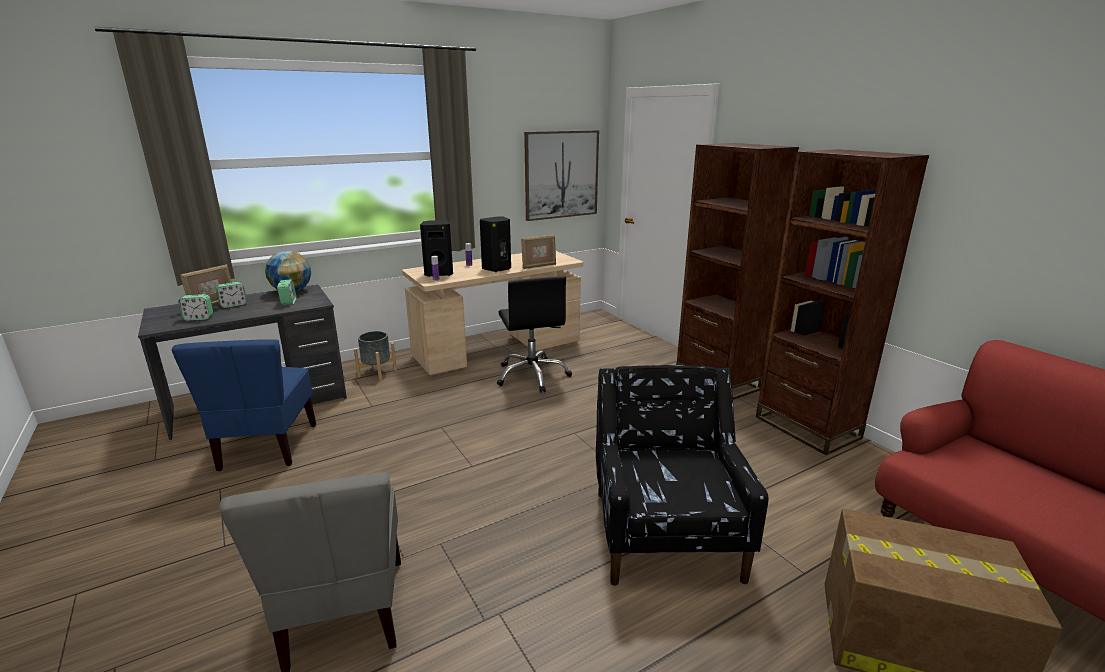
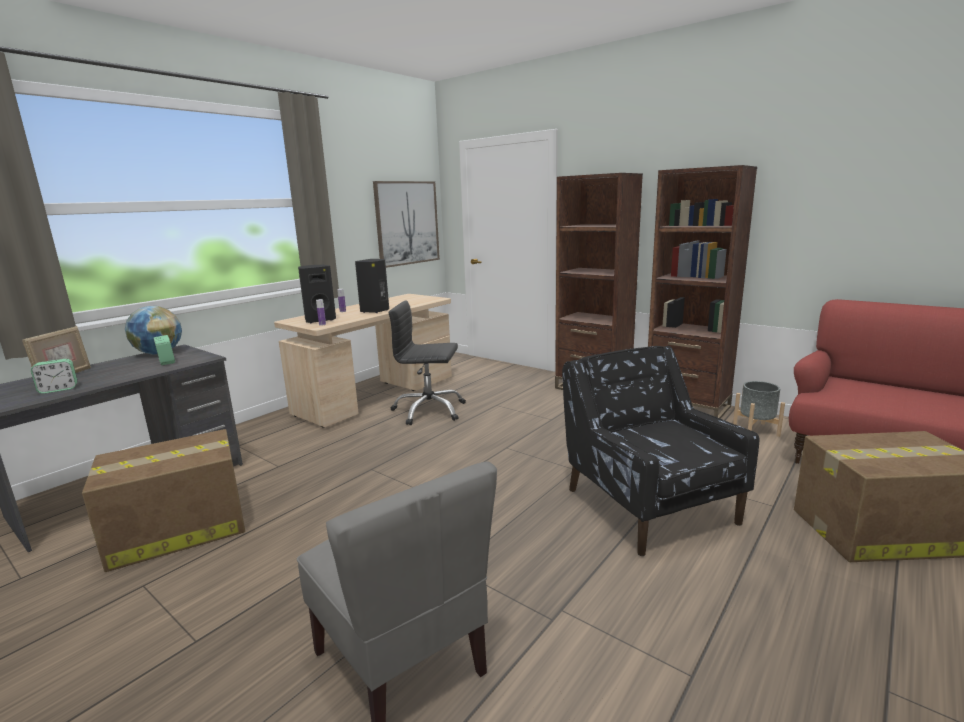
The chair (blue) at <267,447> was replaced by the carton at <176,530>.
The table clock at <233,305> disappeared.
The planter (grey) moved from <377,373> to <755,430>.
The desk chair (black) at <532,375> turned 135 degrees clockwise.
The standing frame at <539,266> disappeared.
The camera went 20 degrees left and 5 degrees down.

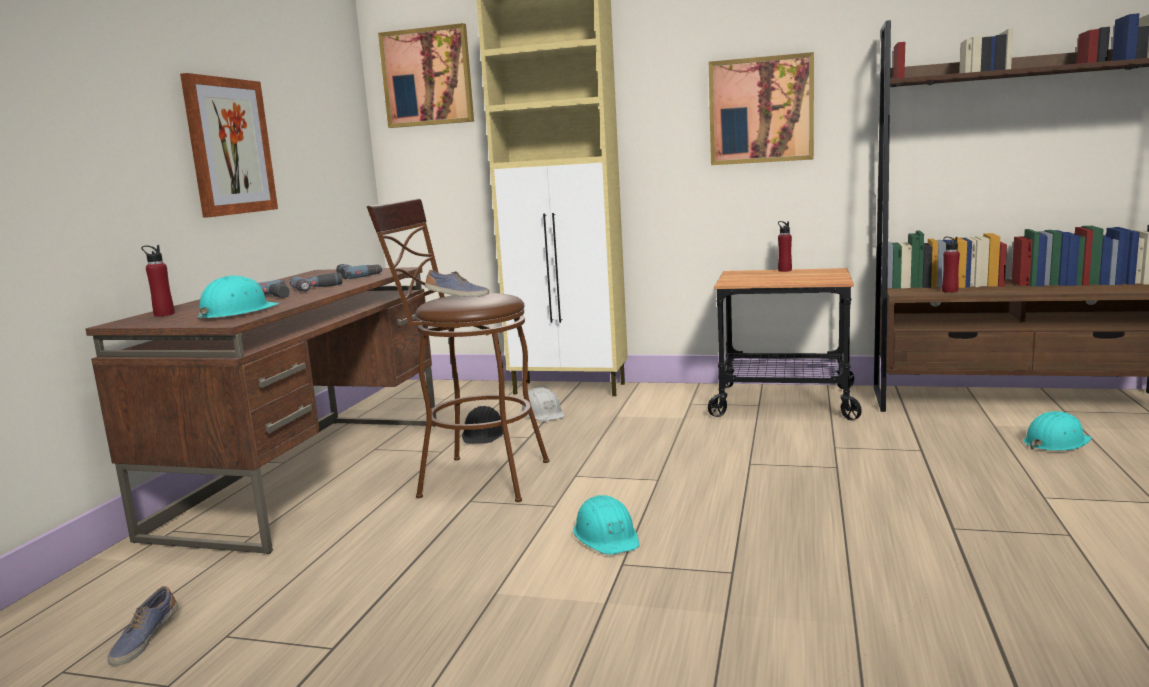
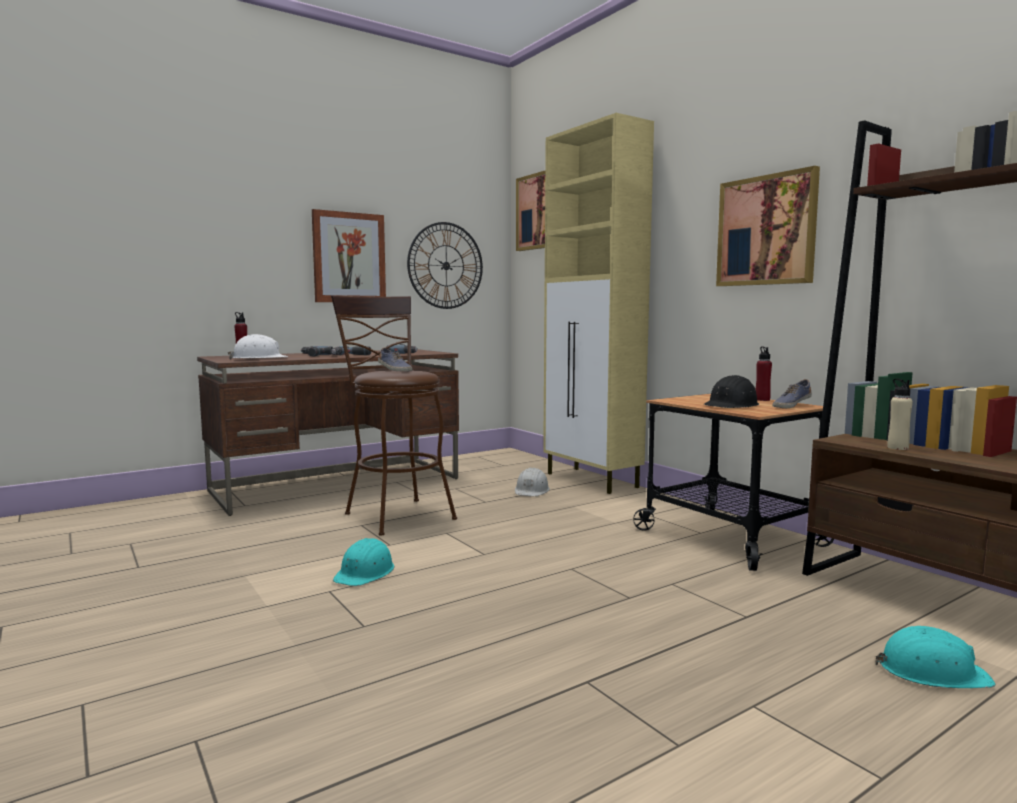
The low shoe moved from <144,640> to <791,405>.
The work helmet (turquoise-coloured) at <237,312> became the work helmet (white) at <259,358>.
The work helmet (black) moved from <483,434> to <732,405>.
The drink bottle (reddish) at <949,291> became the drink bottle (beige-coloured) at <897,448>.
The hanging clock at <446,265> appeared.
The camera went 40 degrees right and 5 degrees down.

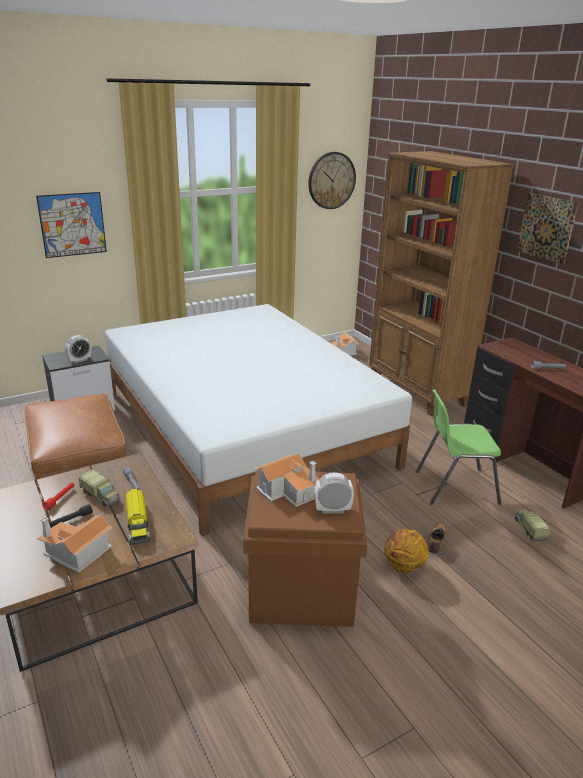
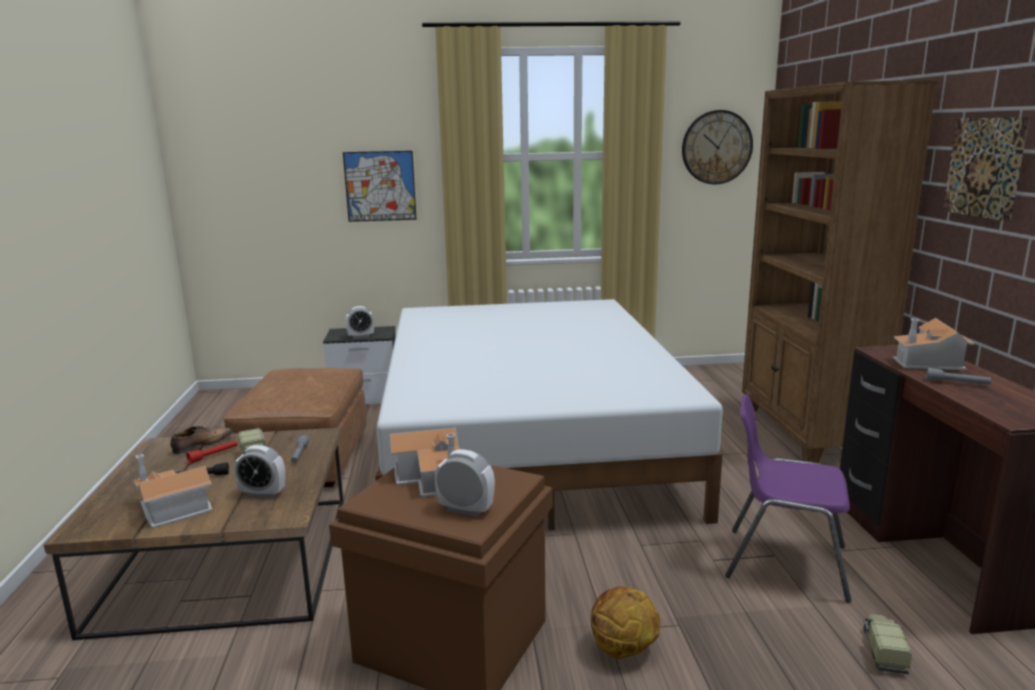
The toy lorry at <137,523> was replaced by the table clock at <263,493>.
The miniature house moved from <344,352> to <929,362>.
The chair (greenish) at <454,486> became the chair (purple-coloured) at <783,562>.
The low shoe moved from <436,540> to <201,445>.
The camera went 25 degrees right and 10 degrees down.

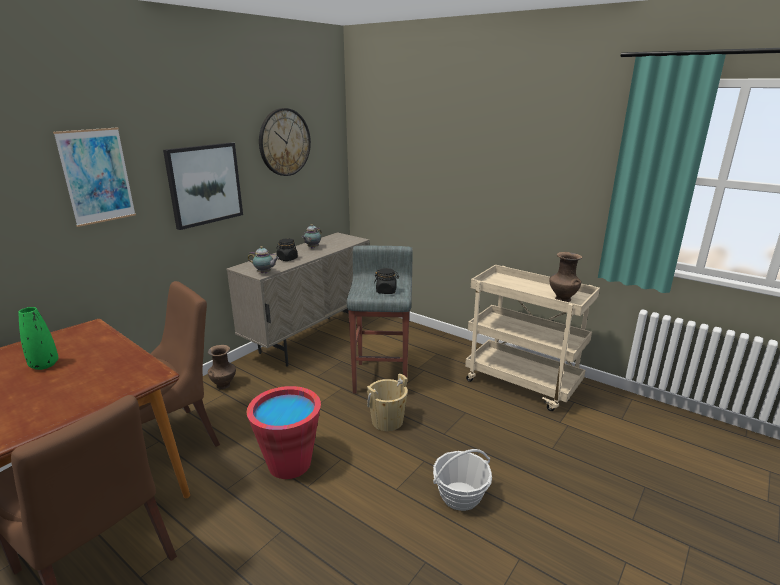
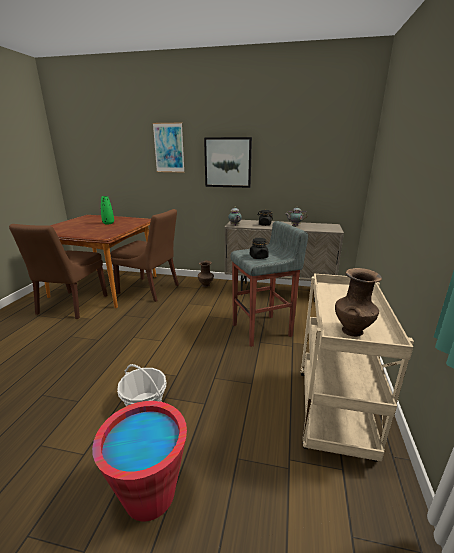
The water bucket (reddish) moved from <289,464> to <149,494>.
The hanging clock at <284,142> disappeared.
The water bucket (beige-coloured) at <387,421> disappeared.
The camera went 65 degrees right and 0 degrees up.

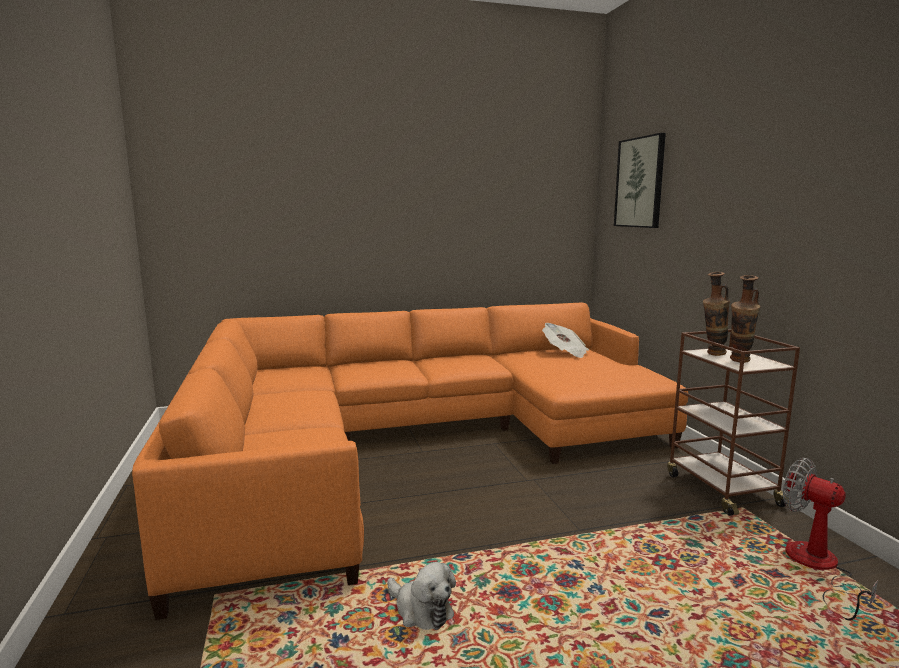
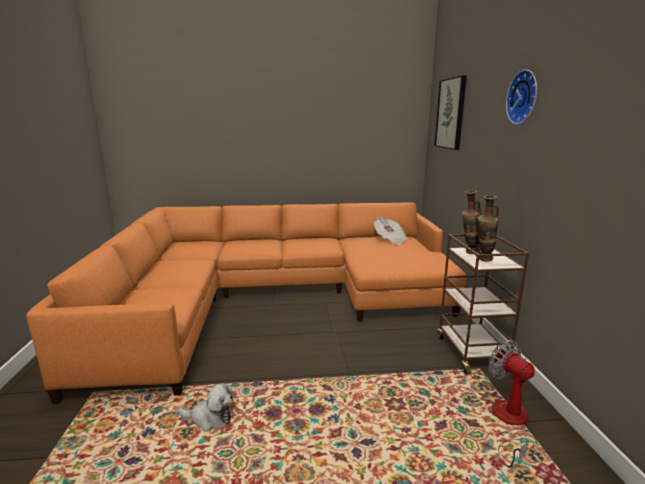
The cuddly toy at <421,611> turned 45 degrees counterclockwise.
The hanging clock at <524,97> appeared.
The camera went 10 degrees right and 5 degrees up.

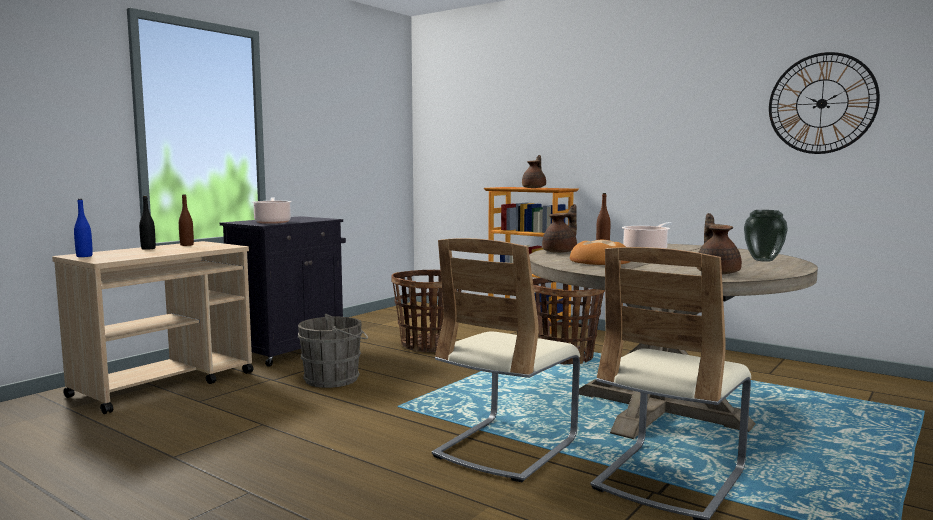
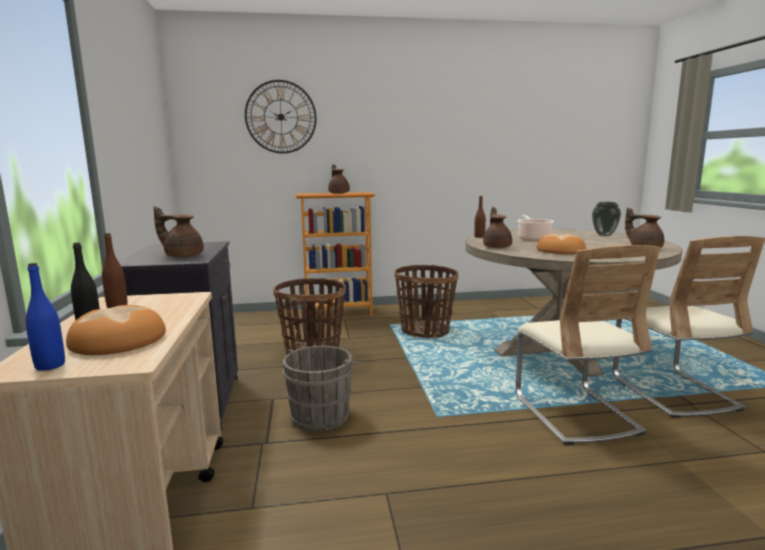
The stockpot at <272,222> was replaced by the pot for tea (brownish) at <183,256>.
The hanging clock moved from <821,103> to <281,117>.
The baked bread at <118,340> appeared.
The camera went 45 degrees left and 5 degrees up.

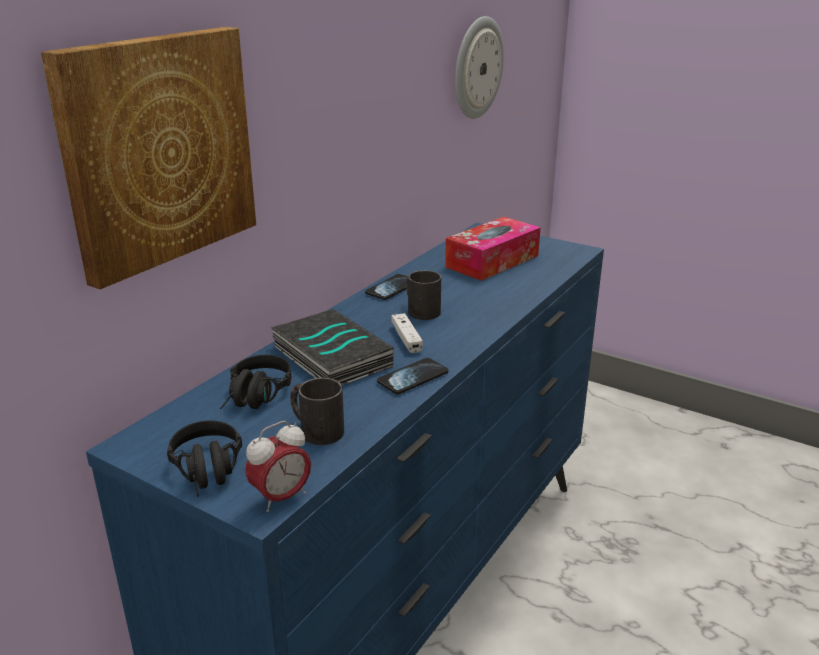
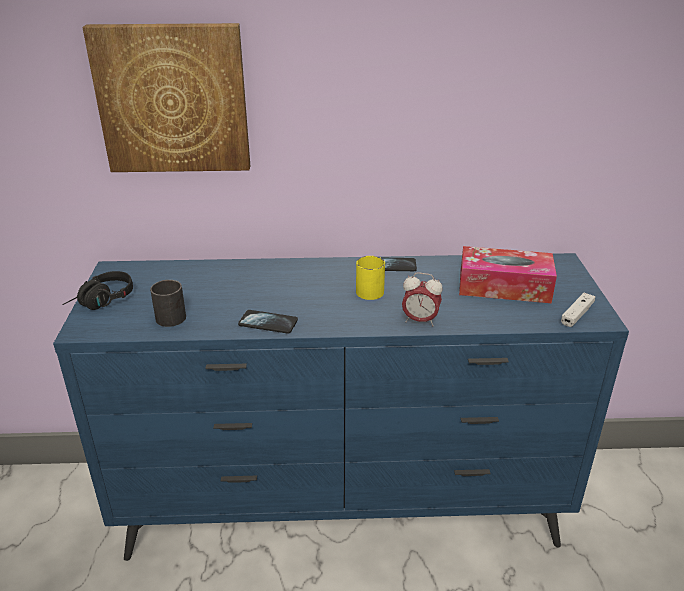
The headset (black) at <255,398> disappeared.
The table clock moved from <281,498> to <420,321>.
The book at <329,356> disappeared.
The game controller (white) moved from <406,339> to <577,314>.
The tea mug (black) at <420,310> became the tea mug (yellow) at <372,289>.
The hanging clock at <476,68> disappeared.
The camera went 55 degrees right and 5 degrees up.

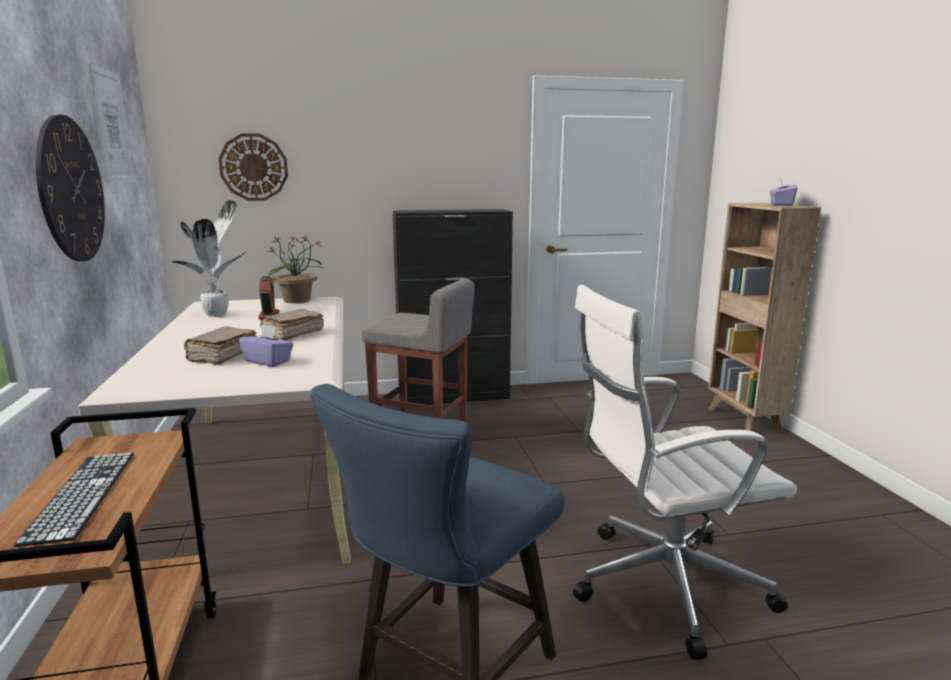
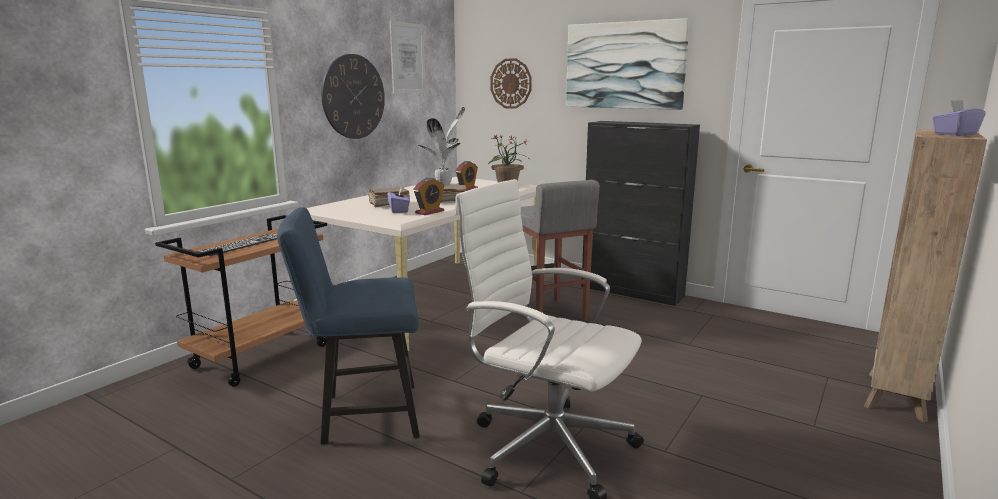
The table clock at <429,212> appeared.
The picture at <624,65> appeared.
The camera went 45 degrees right and 0 degrees up.

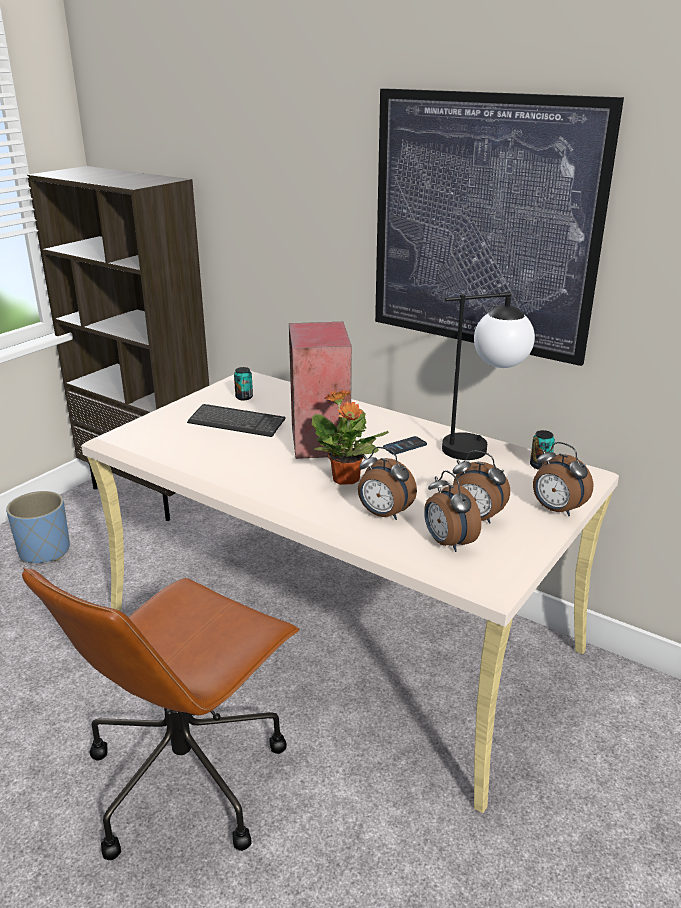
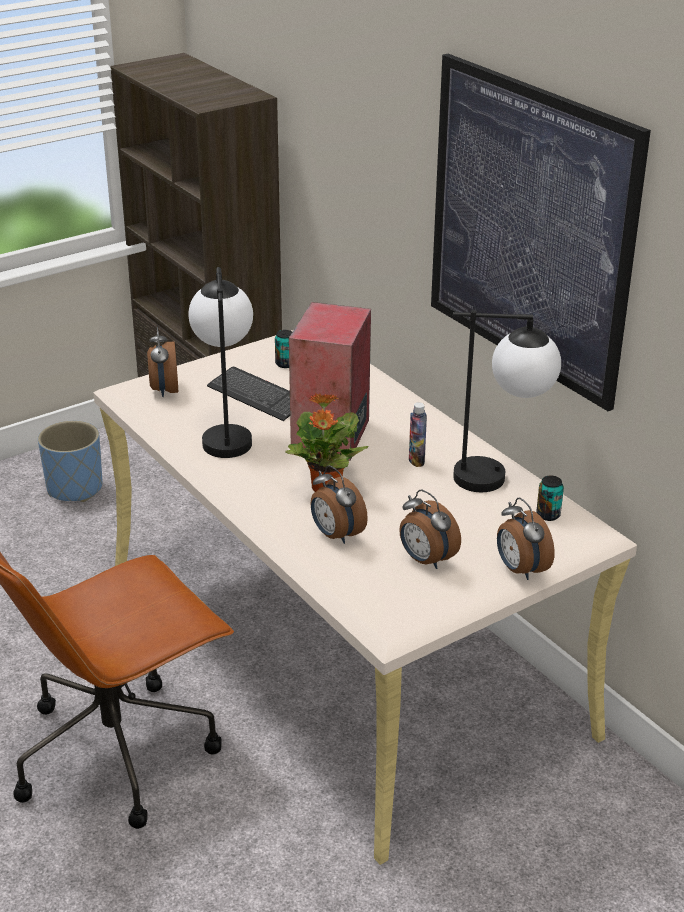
The phone at <404,446> was replaced by the drink bottle at <416,460>.
The table clock moved from <447,543> to <164,390>.
The table lamp at <226,433> appeared.
The camera went 20 degrees right and 5 degrees up.

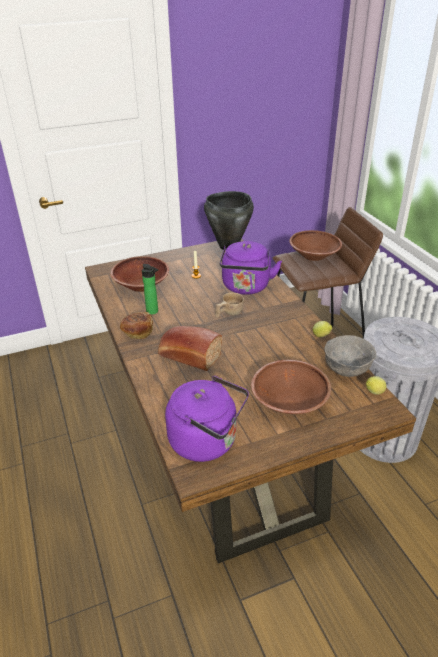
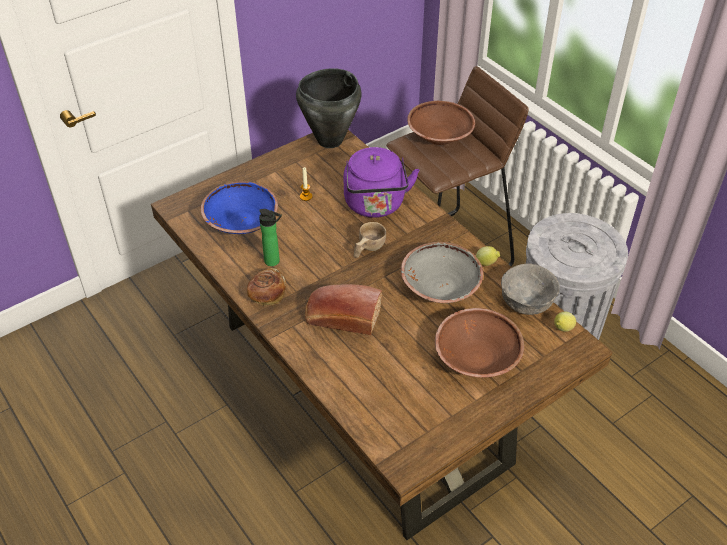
The serving bowl (brownish) at <141,285> became the serving bowl (blue) at <241,223>.
The water kettle (purple-coloured) at <207,441> disappeared.
The serving bowl (grey) at <440,288> appeared.
The camera went 15 degrees left and 10 degrees up.

